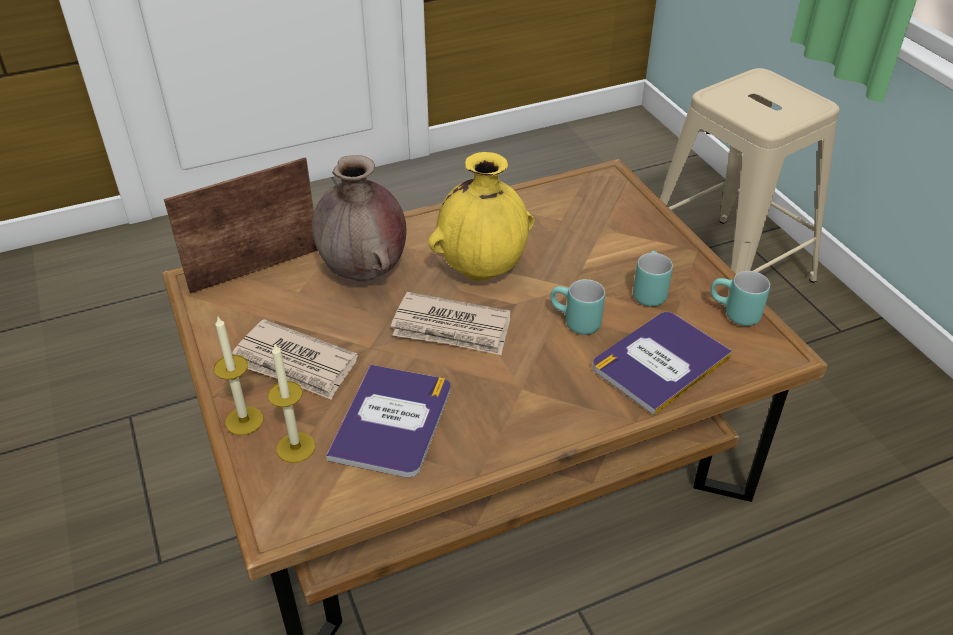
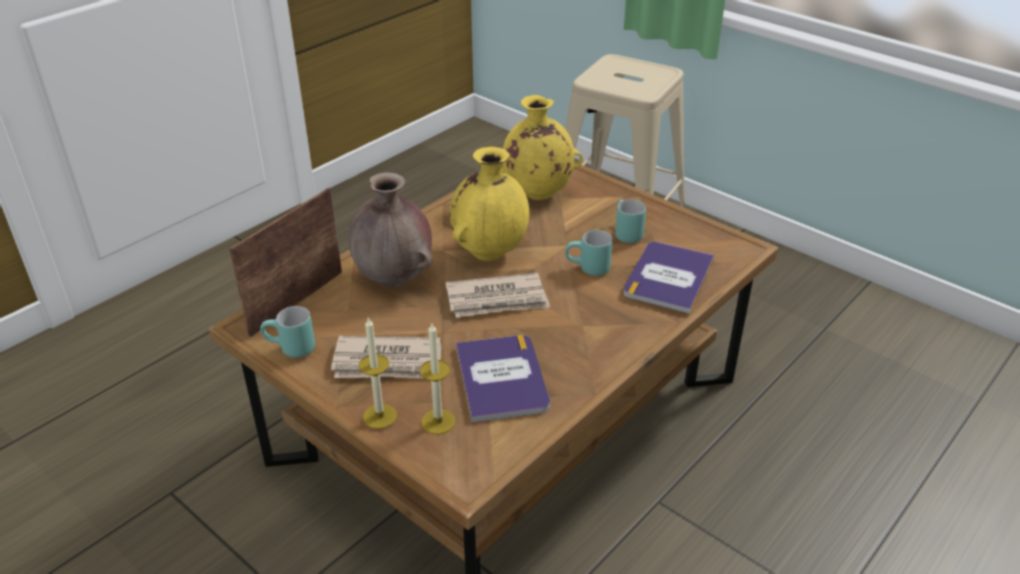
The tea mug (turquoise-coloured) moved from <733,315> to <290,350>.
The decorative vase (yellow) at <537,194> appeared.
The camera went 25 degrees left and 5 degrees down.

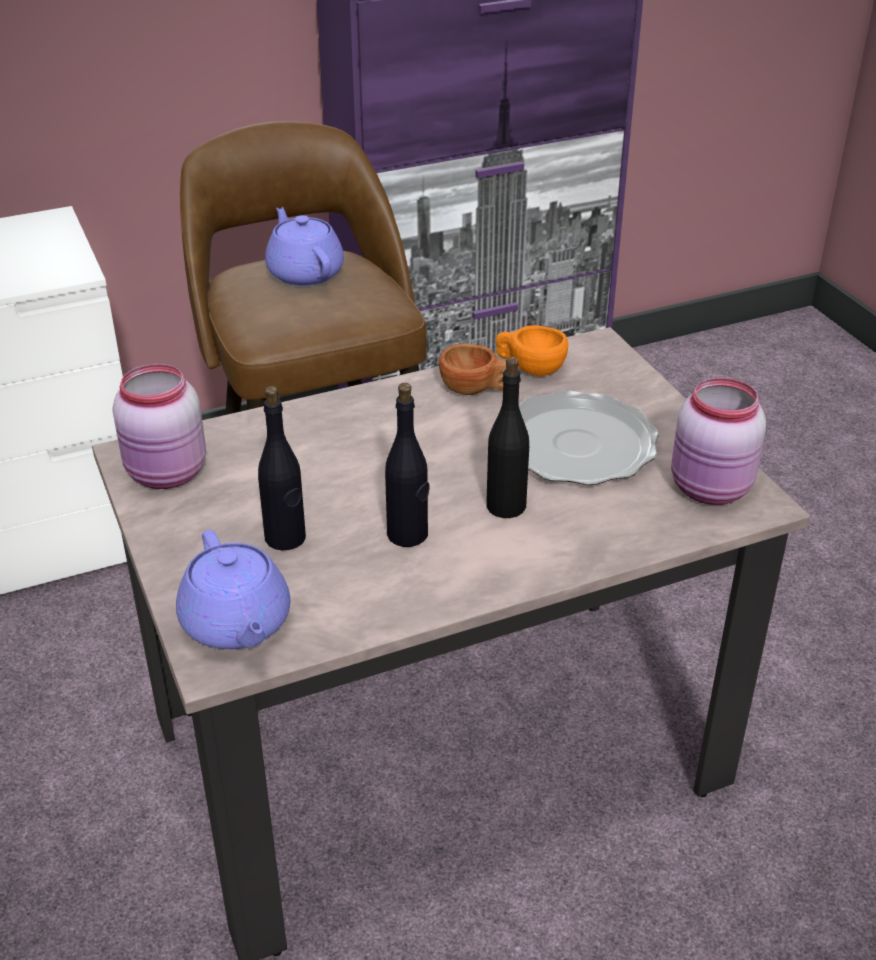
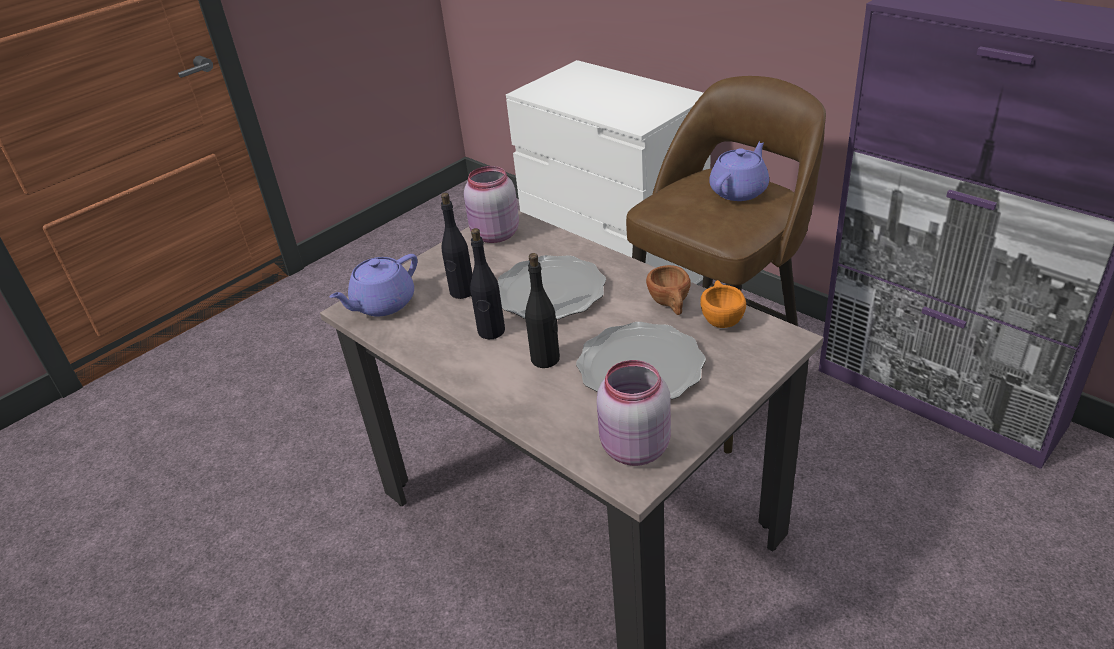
The dinner plate at <549,292> appeared.
The camera went 70 degrees right and 0 degrees up.

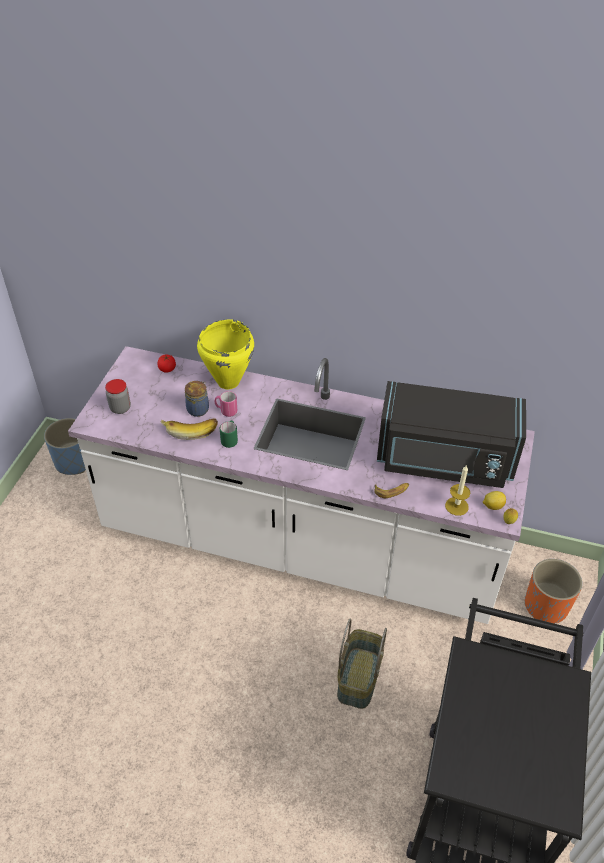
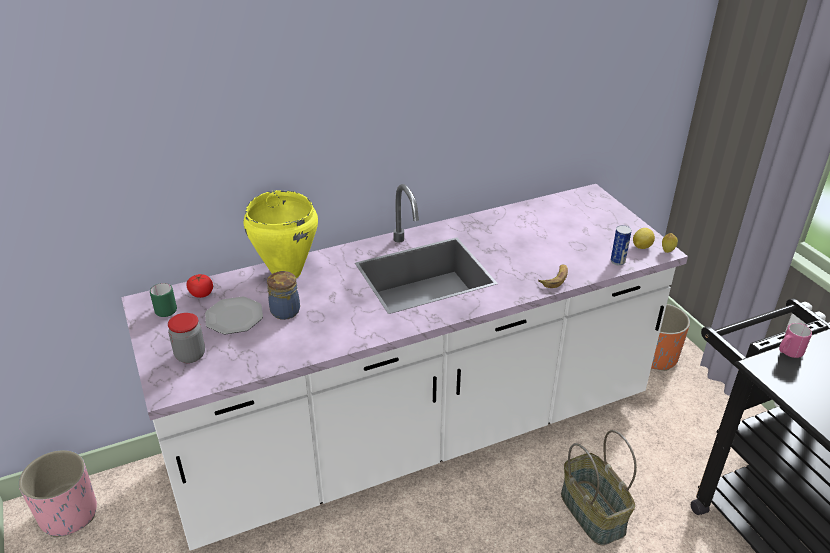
The planter (blue) at <73,461> became the planter (pinkish) at <68,514>.
The banana fruit at <191,430> disappeared.
The tea mug (pinkish) moved from <226,411> to <788,352>.
The tea mug (greenish) moved from <230,440> to <165,309>.
The microwave oven (black) at <444,460> disappeared.
The candle at <456,506> was replaced by the metal can at <617,261>.
The dinner plate at <233,317> appeared.
The camera went 40 degrees left and 10 degrees down.

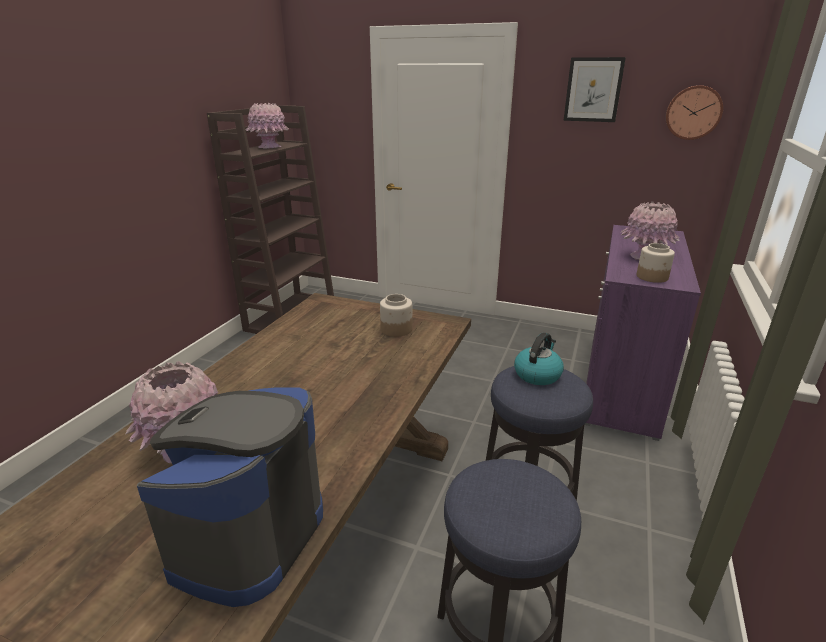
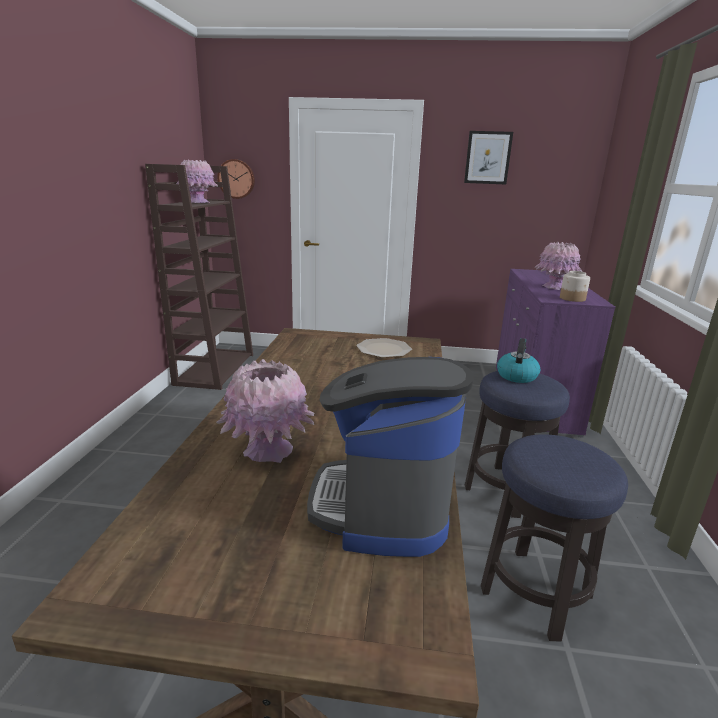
The storage jar at <396,329> was replaced by the dinner plate at <383,349>.
The hanging clock moved from <693,112> to <236,179>.
The camera went 15 degrees left and 5 degrees down.

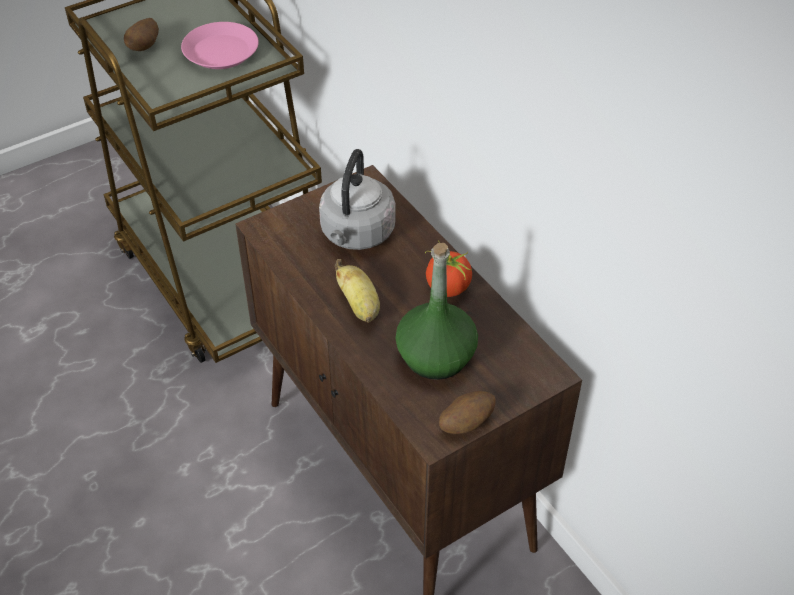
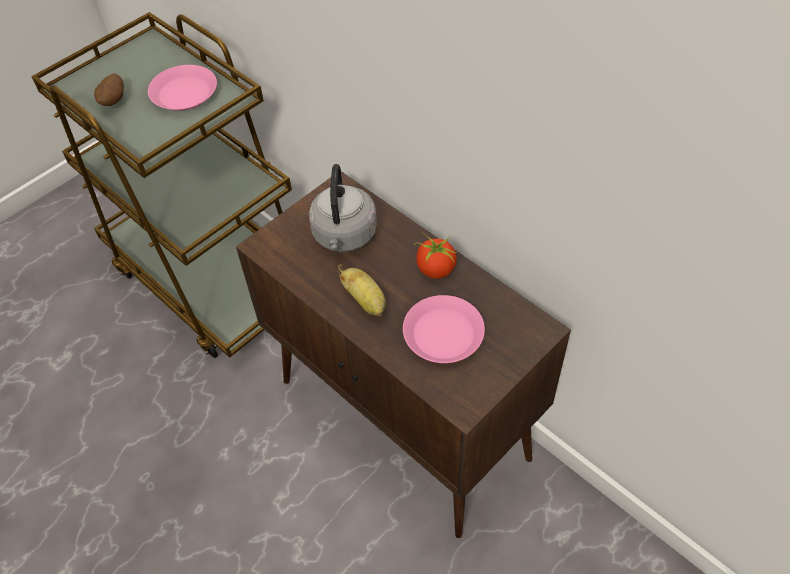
The drink bottle (greenish) at <435,357> was replaced by the dinner plate (pinkish) at <443,334>.
The potato at <465,423> disappeared.
The camera went 10 degrees left and 5 degrees up.

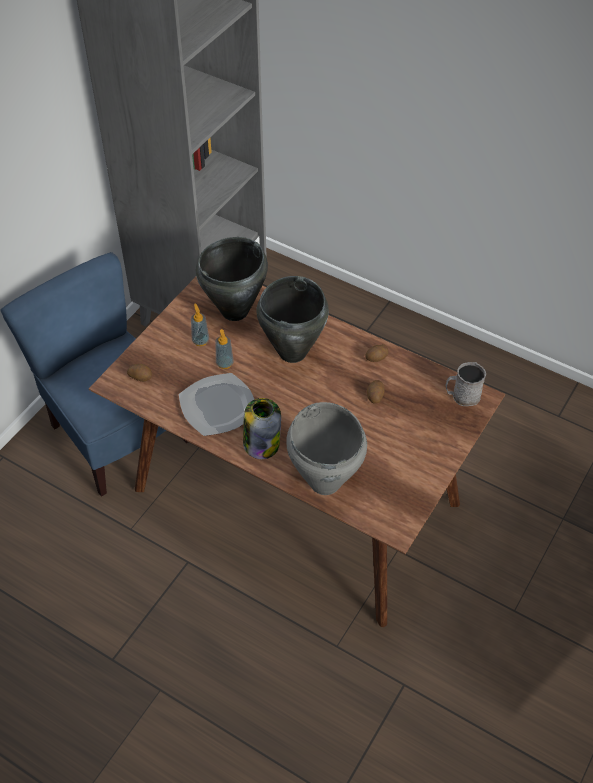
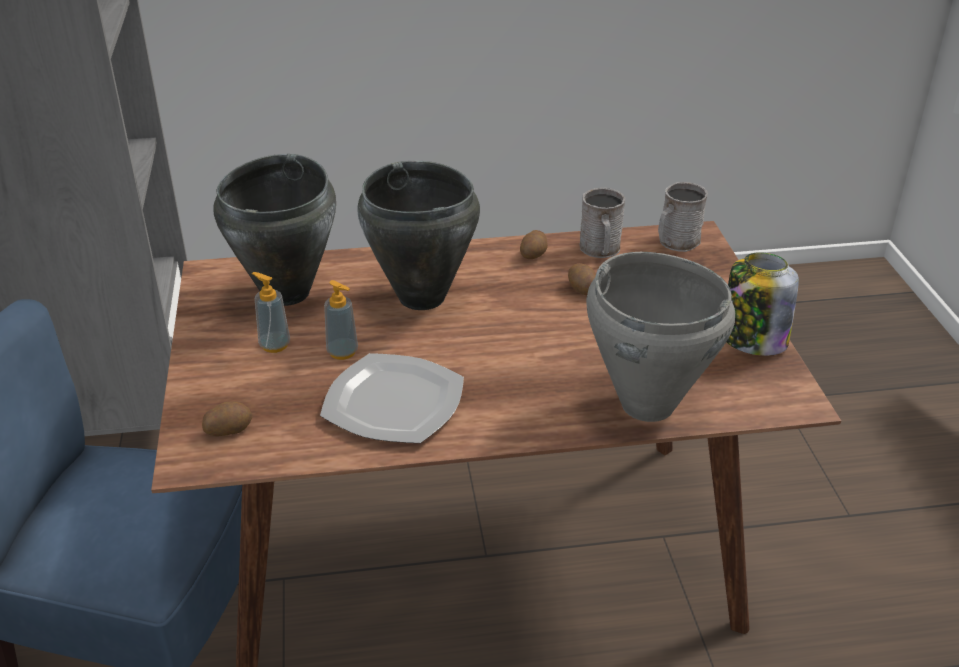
The storage jar moved from <261,443> to <752,339>.
The tea mug (grey) at <601,250> appeared.
The camera went 40 degrees left and 15 degrees down.

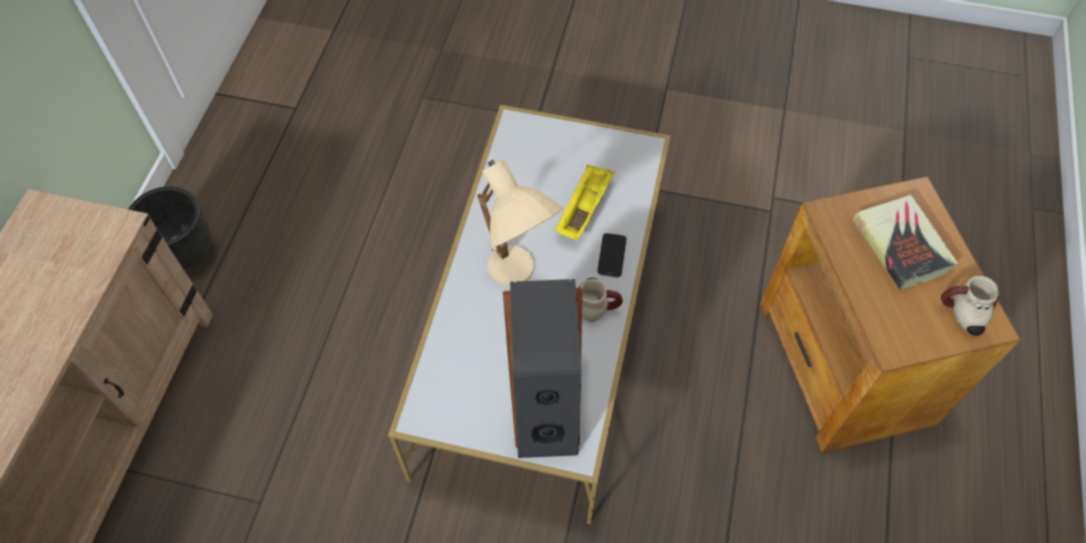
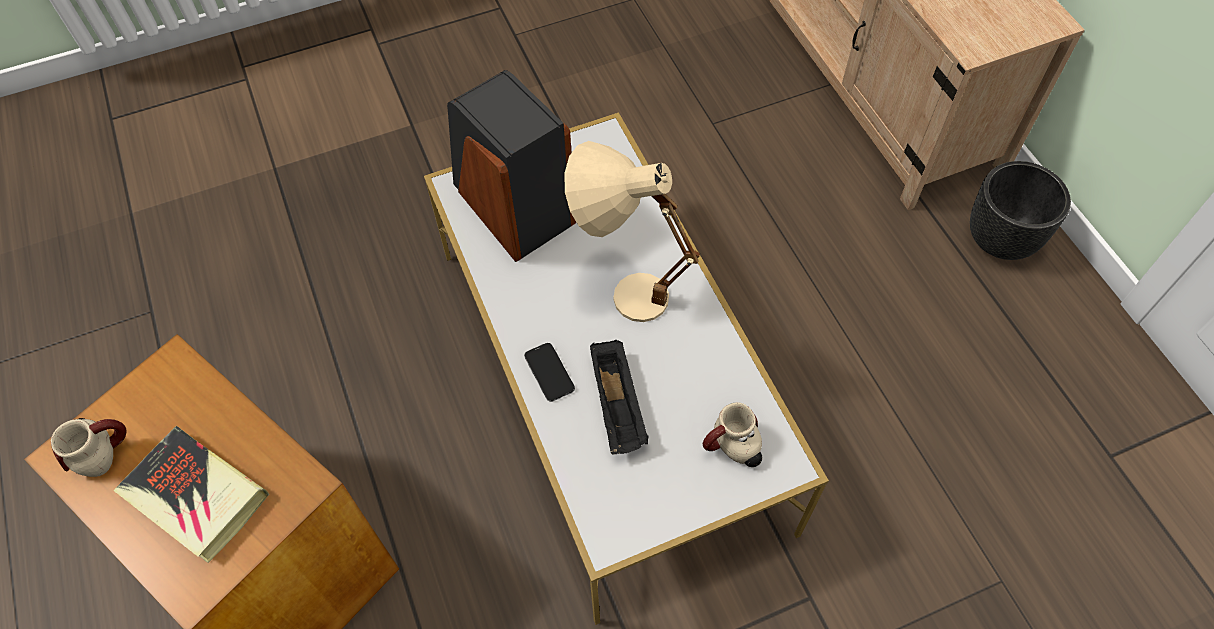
The tray (yellow) at <584,209> became the tray (black) at <618,406>.
The tea mug moved from <597,303> to <731,449>.
The camera went 145 degrees right and 0 degrees up.

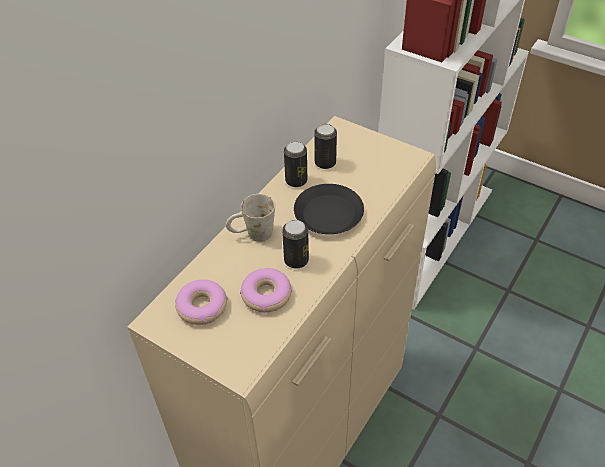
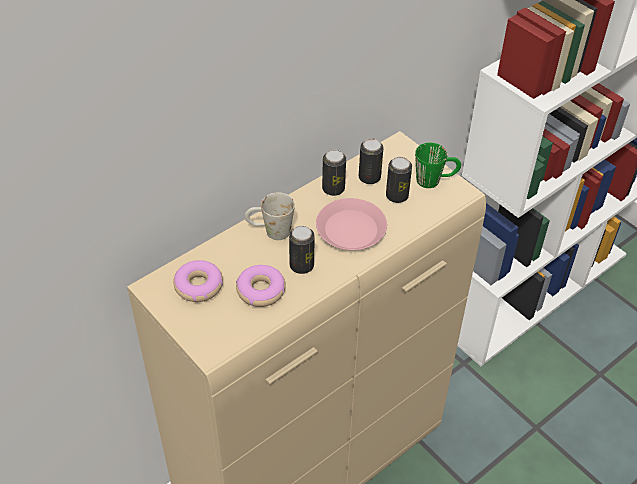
The dinner plate (black) at <328,214> became the dinner plate (pinkish) at <351,229>.
The metal can at <397,196> appeared.
The tea mug (greenish) at <435,180> appeared.
The camera went 15 degrees right and 0 degrees up.

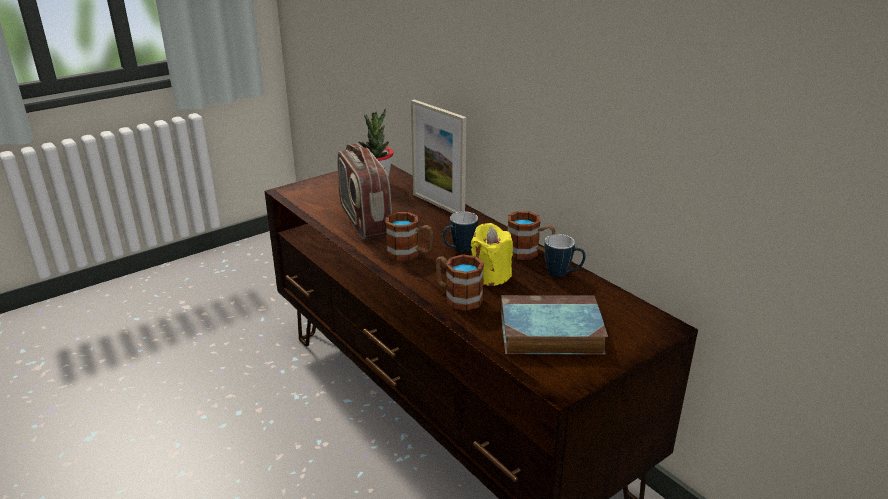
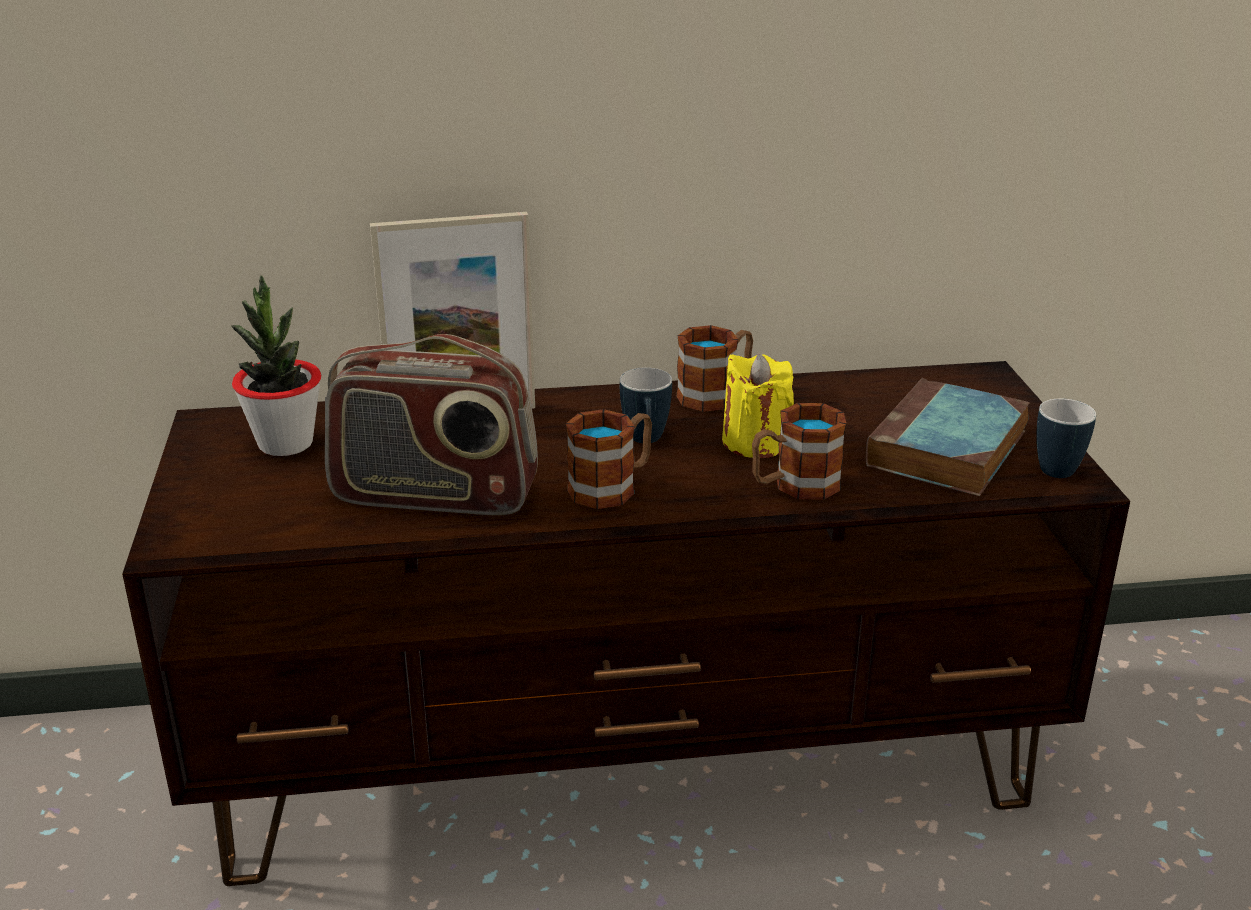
The tea mug moved from <562,274> to <1063,468>.
The camera went 60 degrees left and 0 degrees up.

